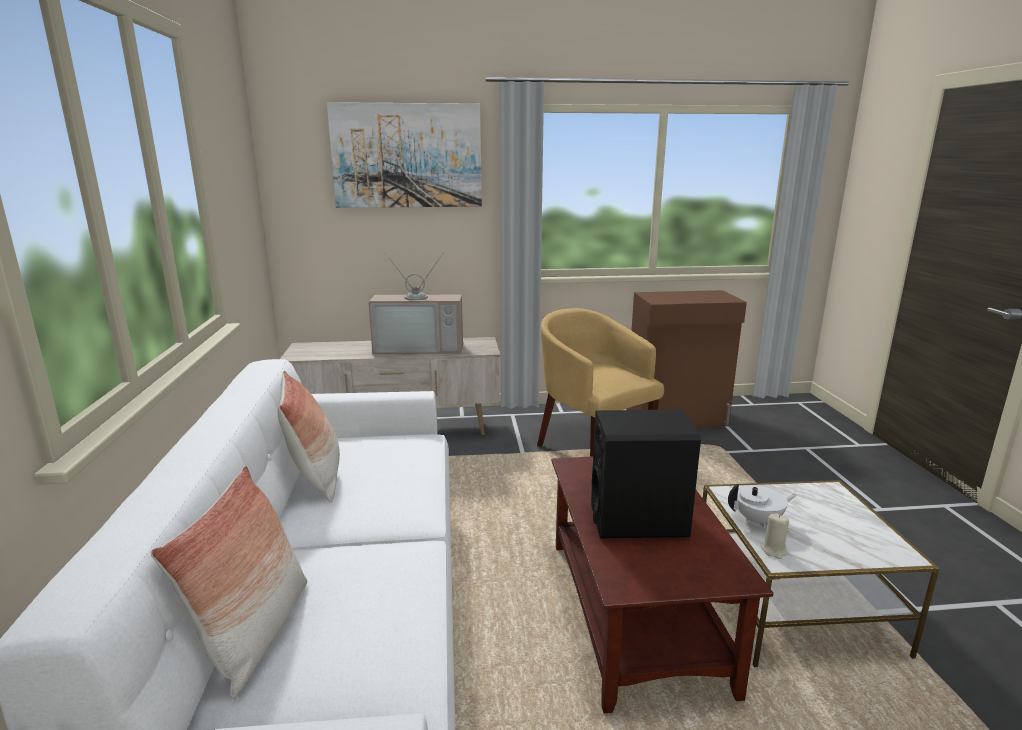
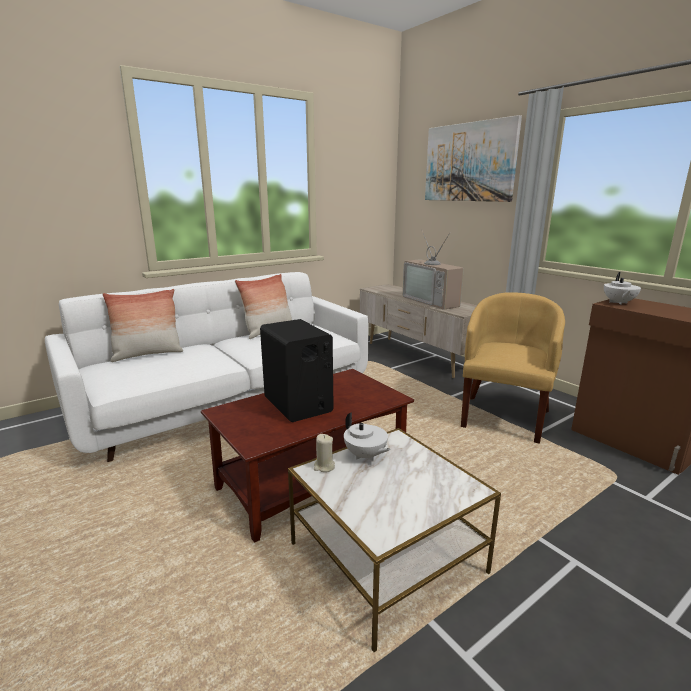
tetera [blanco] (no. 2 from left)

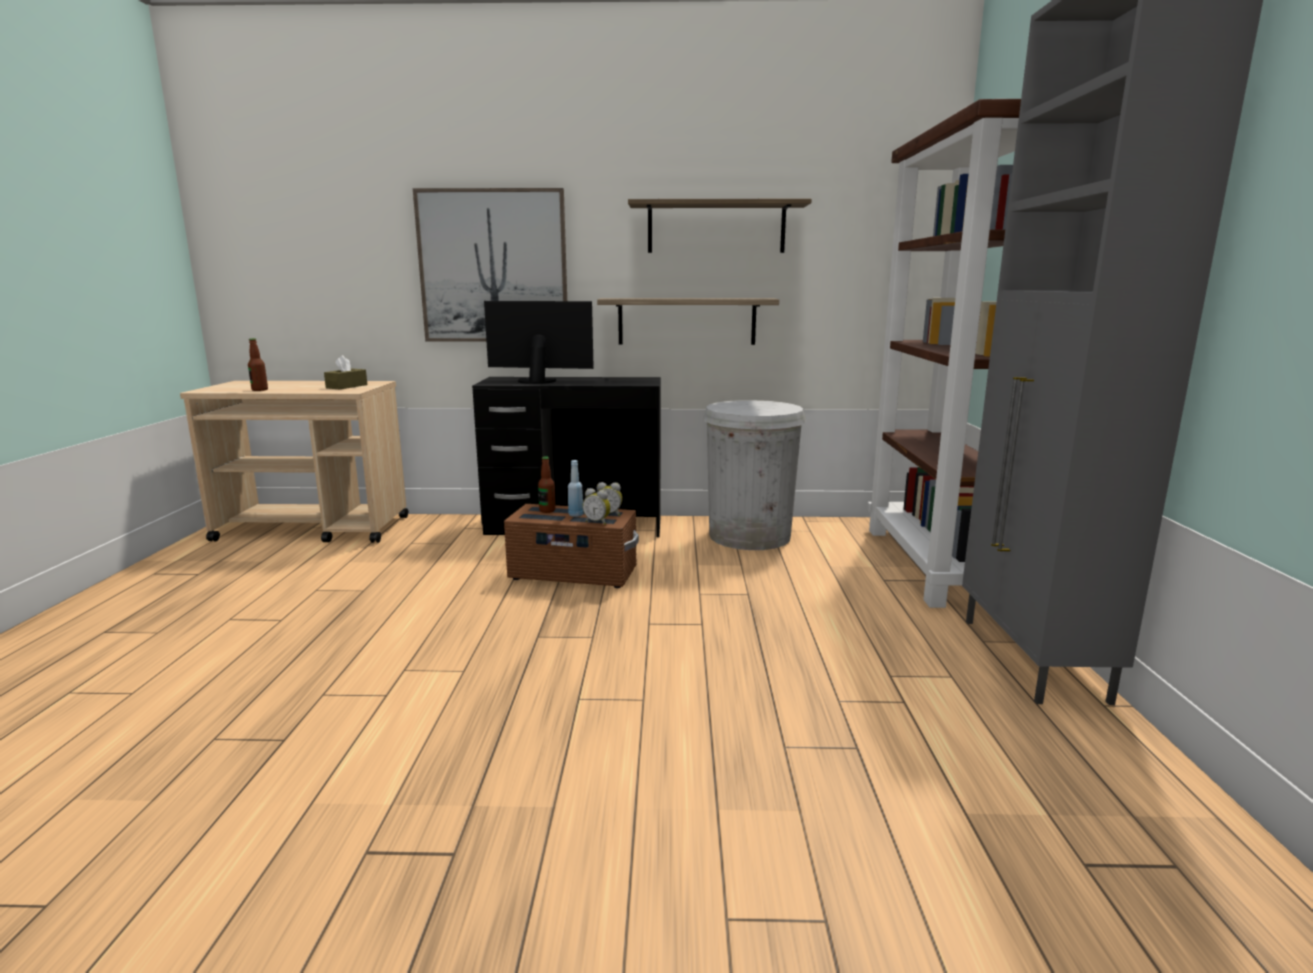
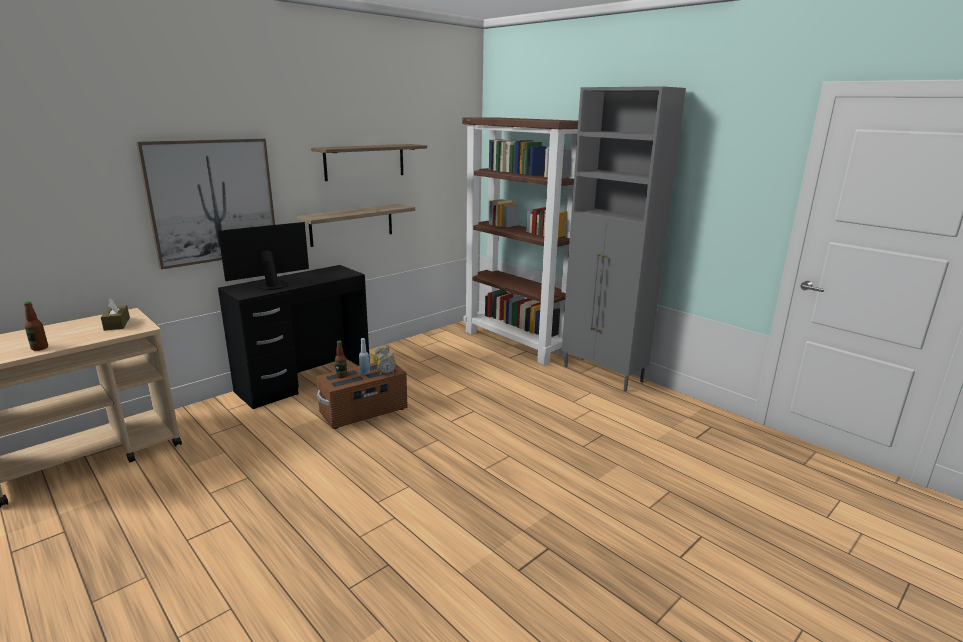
papelera [blanco]

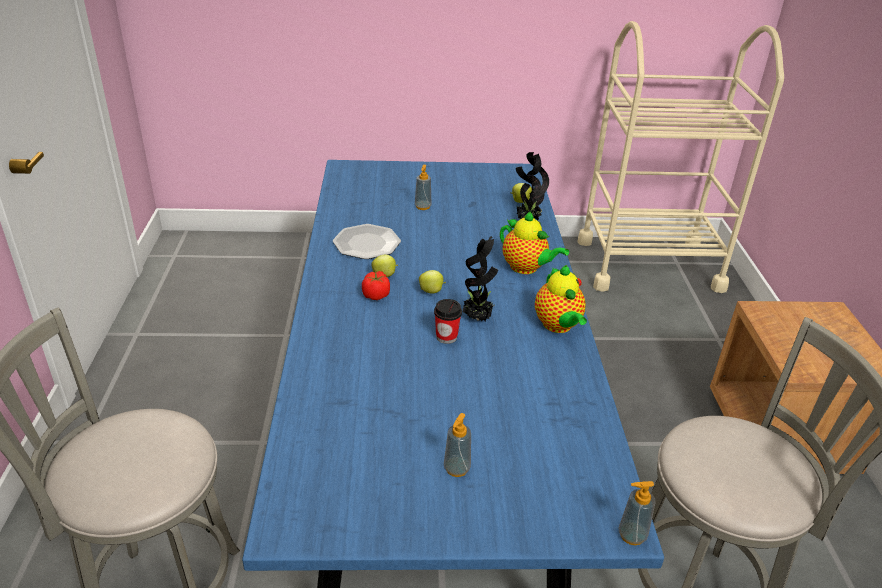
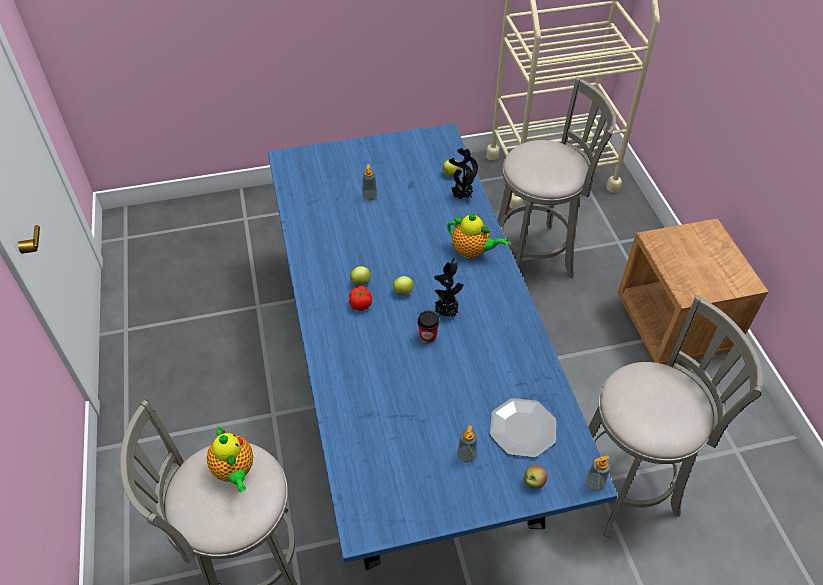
plato
tetera (no. 1 from left)
taburete [gris] (no. 2 from left)
manzana (no. 4 from left)

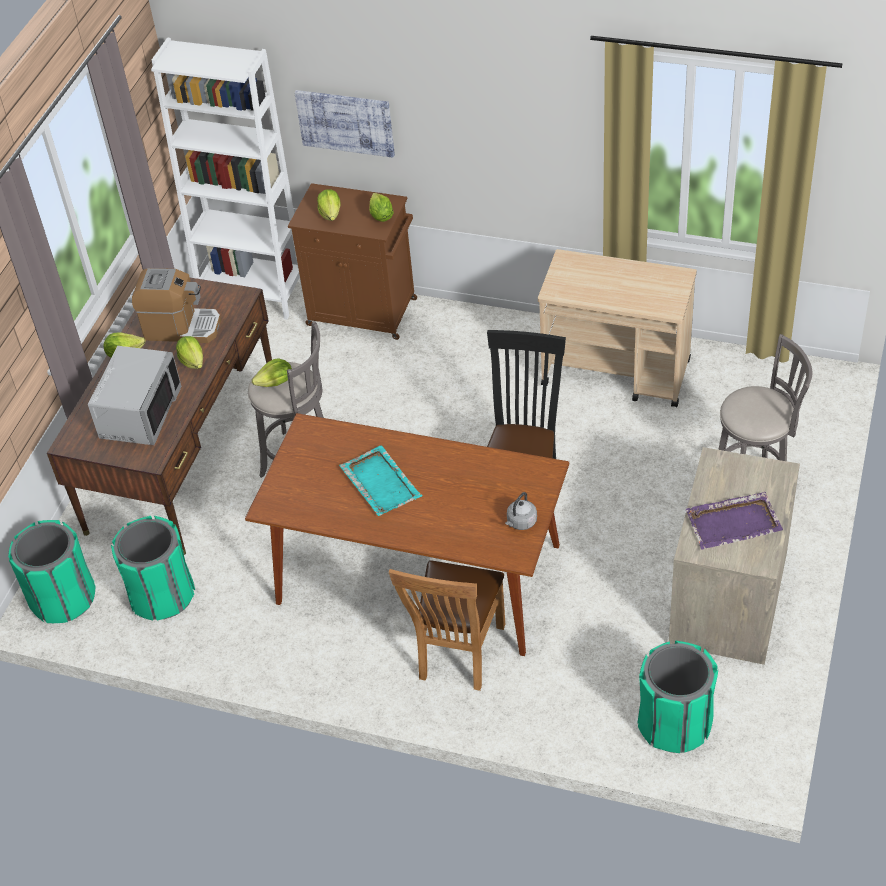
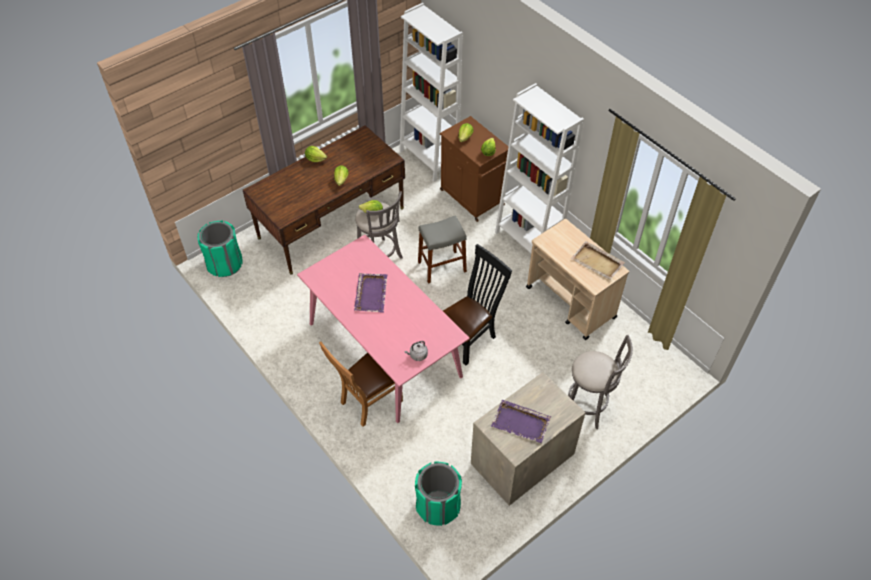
cuadro
cafetera
microondas [gris]
mesa de comedor [rosa]
bandeja [morado] (no. 1 from left)
papelera [verde] (no. 2 from left in the first image)
estantería [blanco] (no. 2 from left)
taburete [gris] (no. 2 from left)
bandeja [beis]

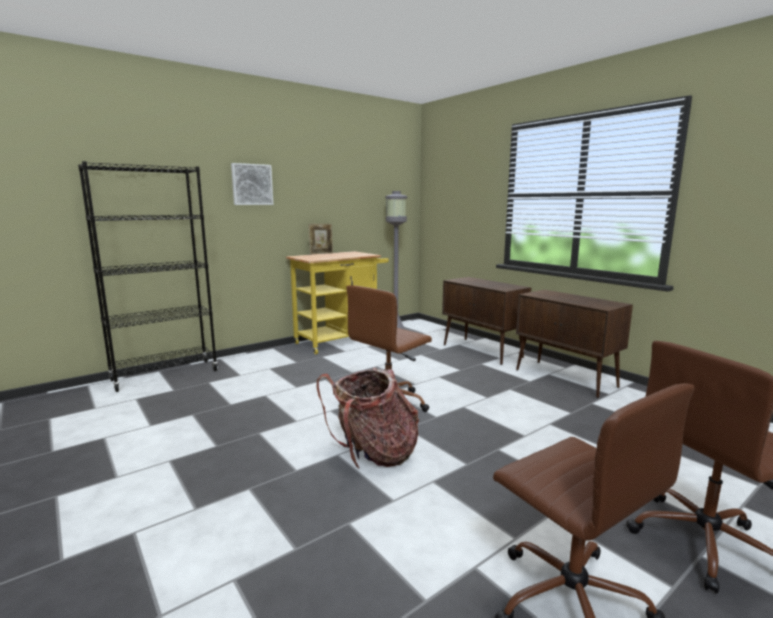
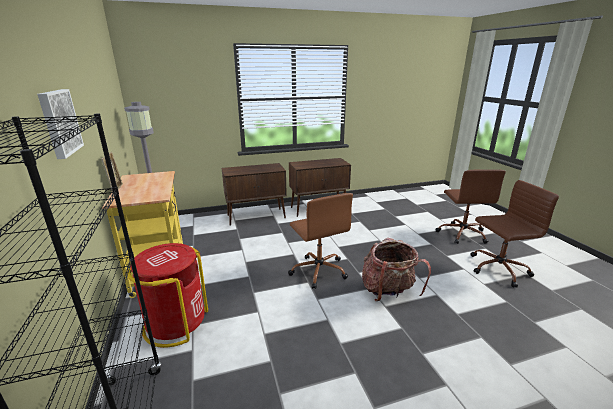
papelera [rojo]

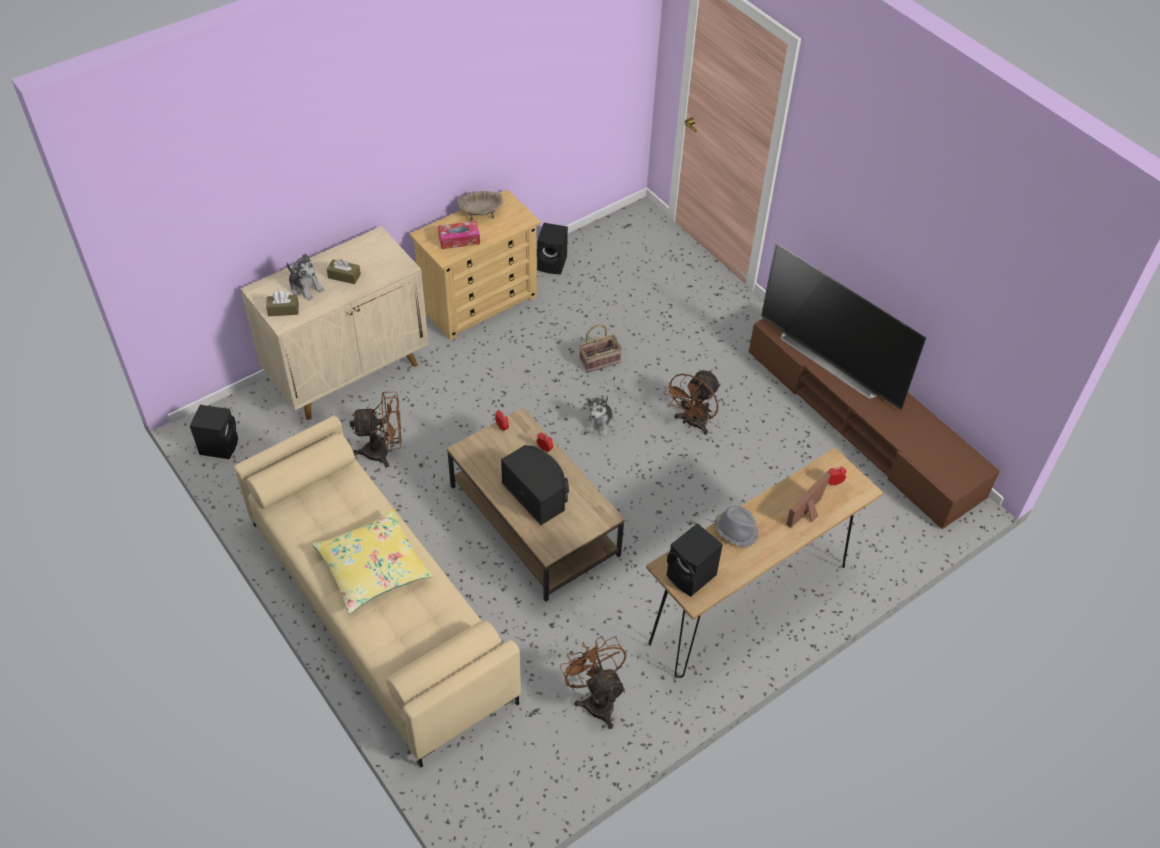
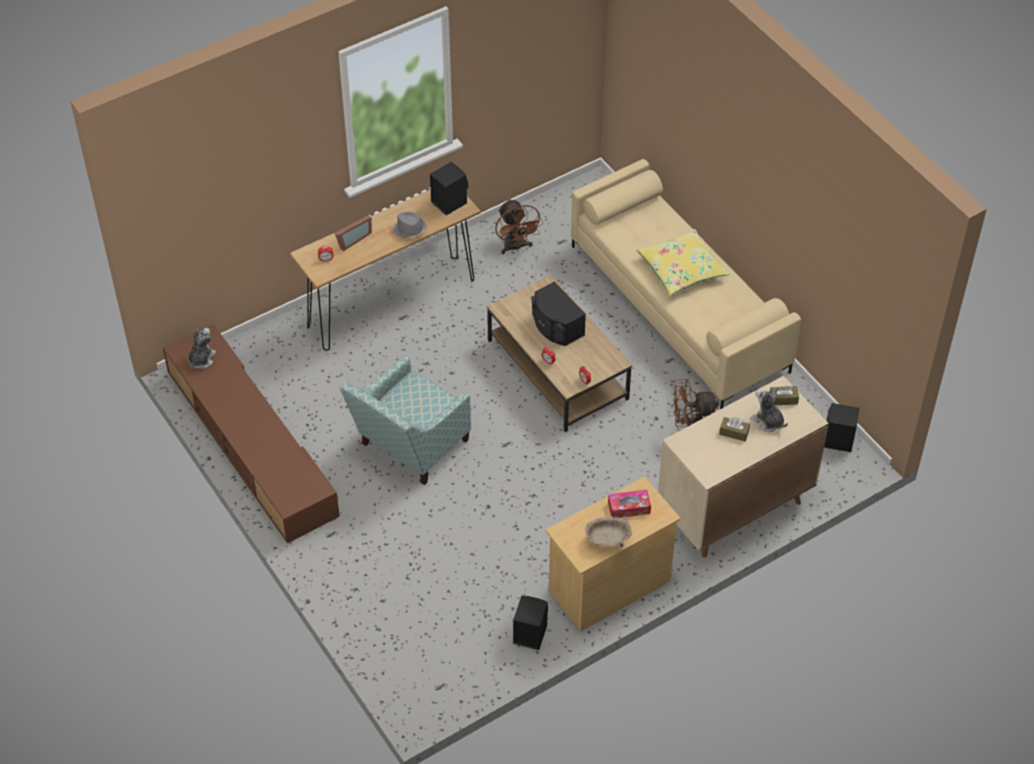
televisor
cesta
sillón
peluche (no. 1 from left)

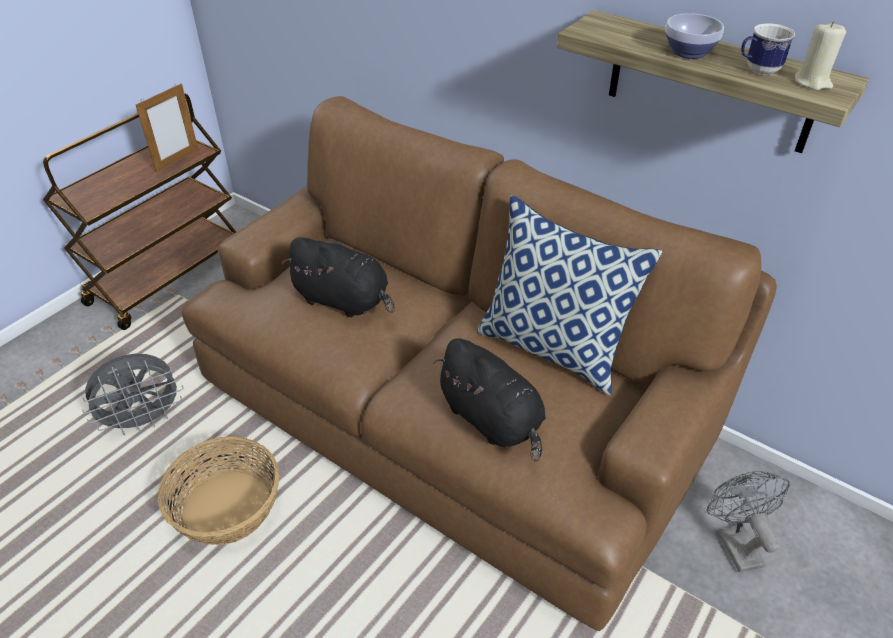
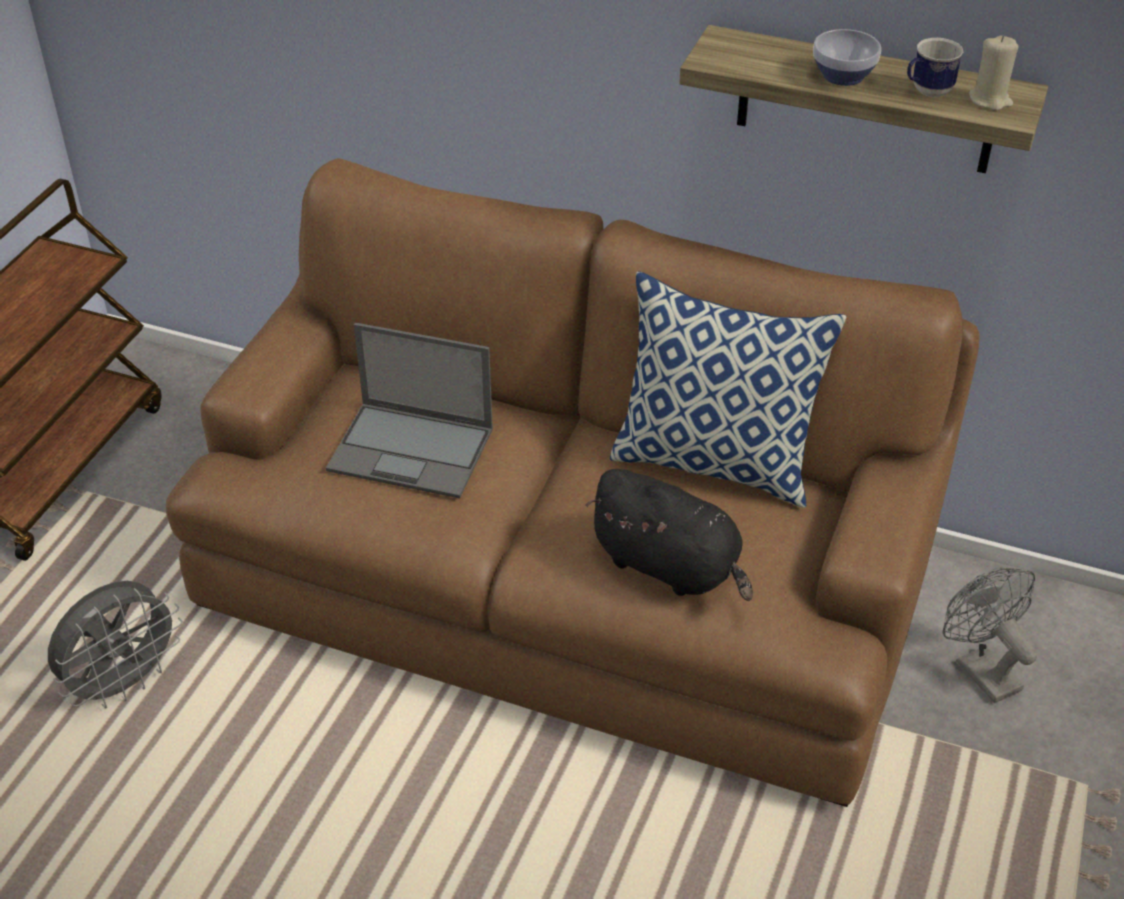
portarretratos
portátil
cesta

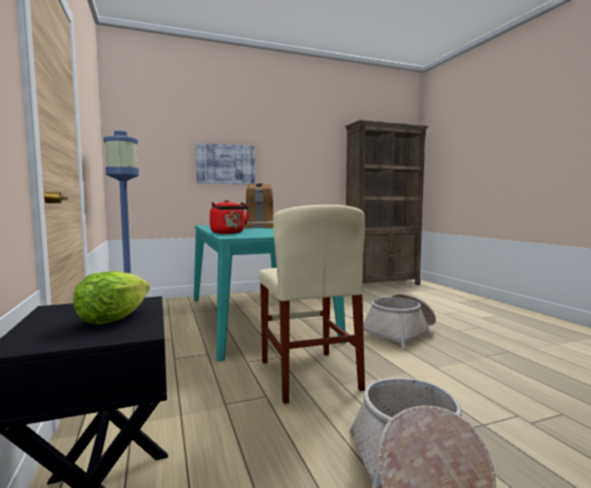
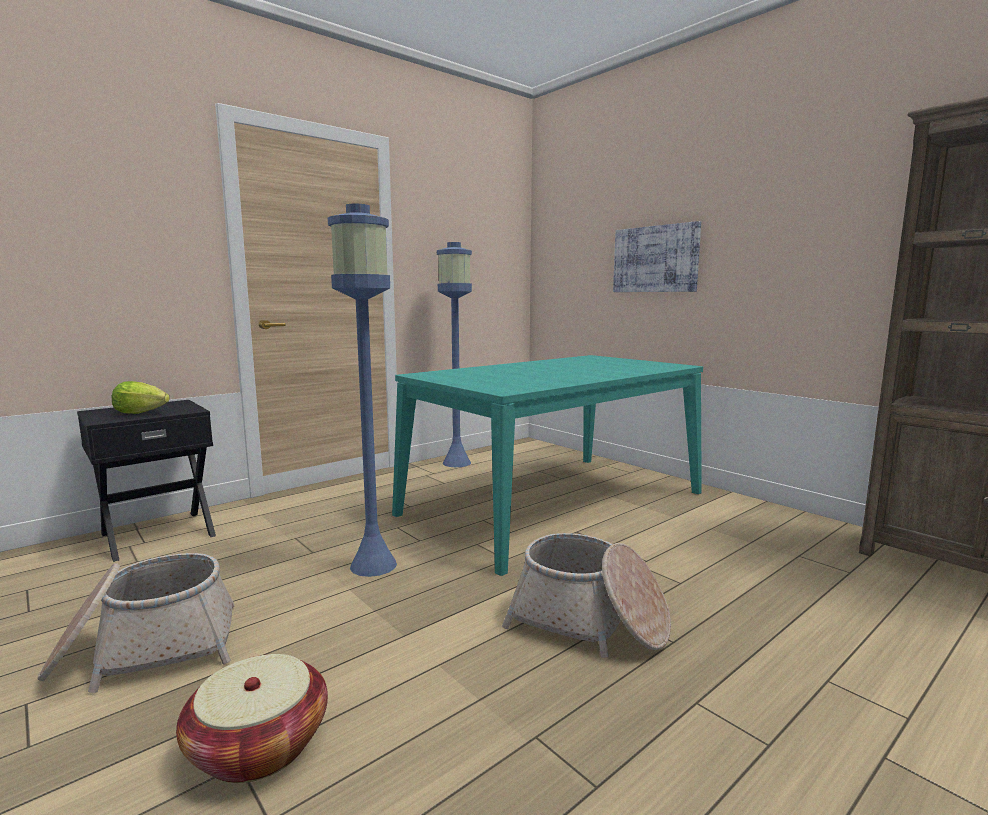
cafetera
hervidor [rojo]
lámpara de pie [azul] (no. 1 from left)
cesta (no. 2 from left)

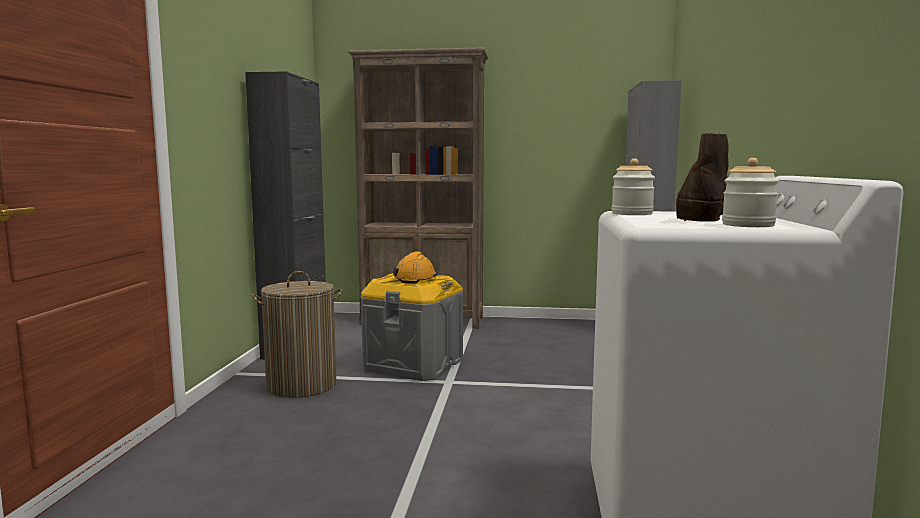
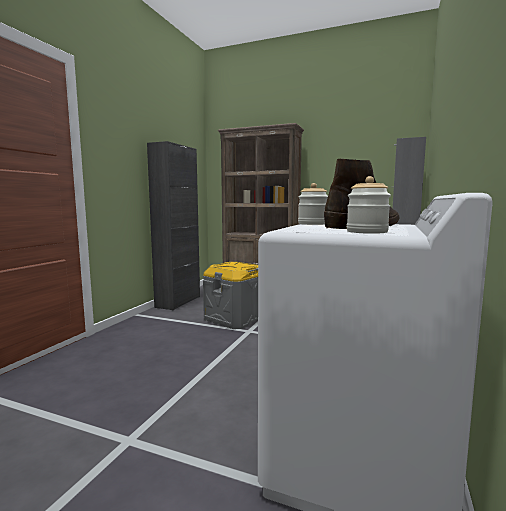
casco [naranja]
cesto de la ropa

